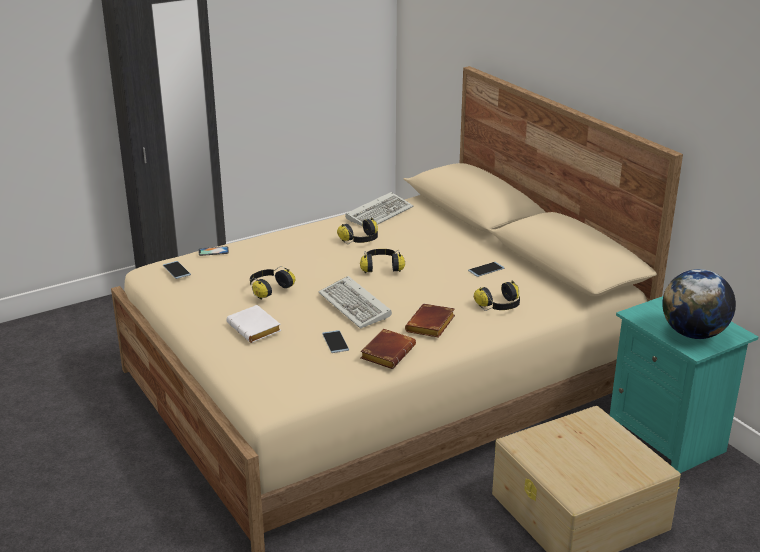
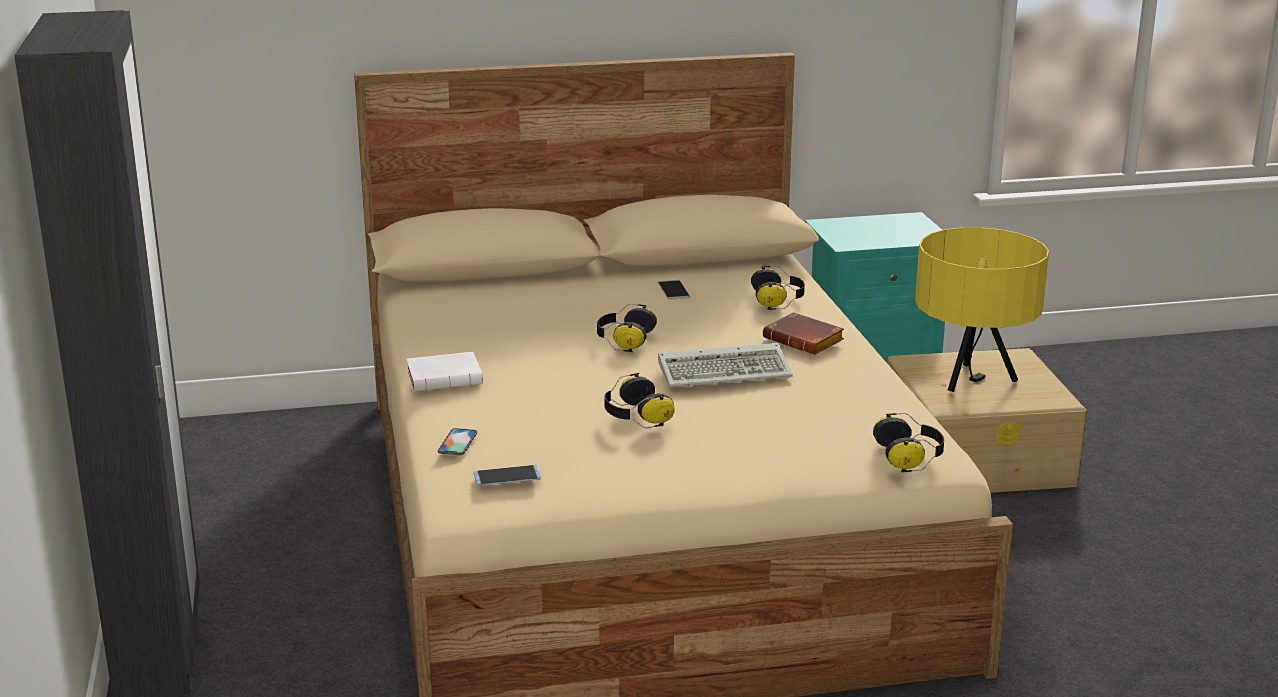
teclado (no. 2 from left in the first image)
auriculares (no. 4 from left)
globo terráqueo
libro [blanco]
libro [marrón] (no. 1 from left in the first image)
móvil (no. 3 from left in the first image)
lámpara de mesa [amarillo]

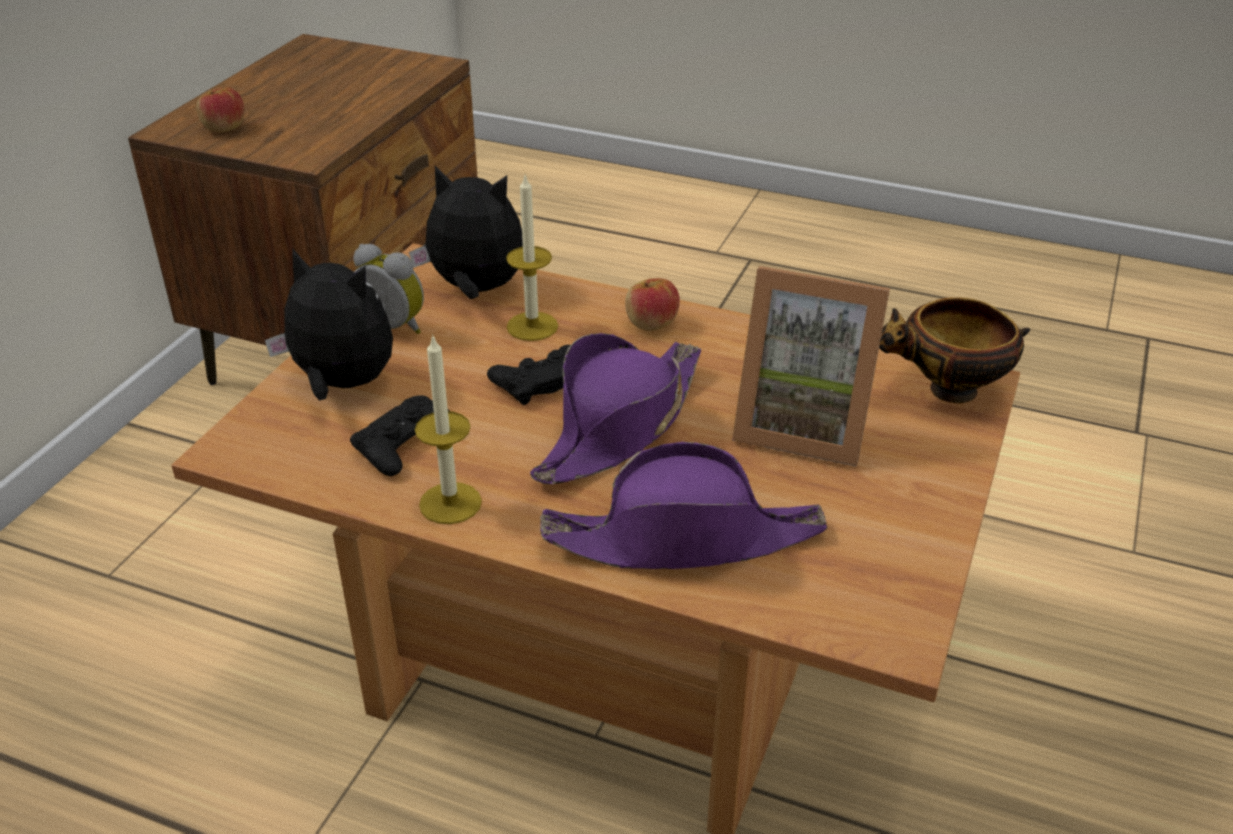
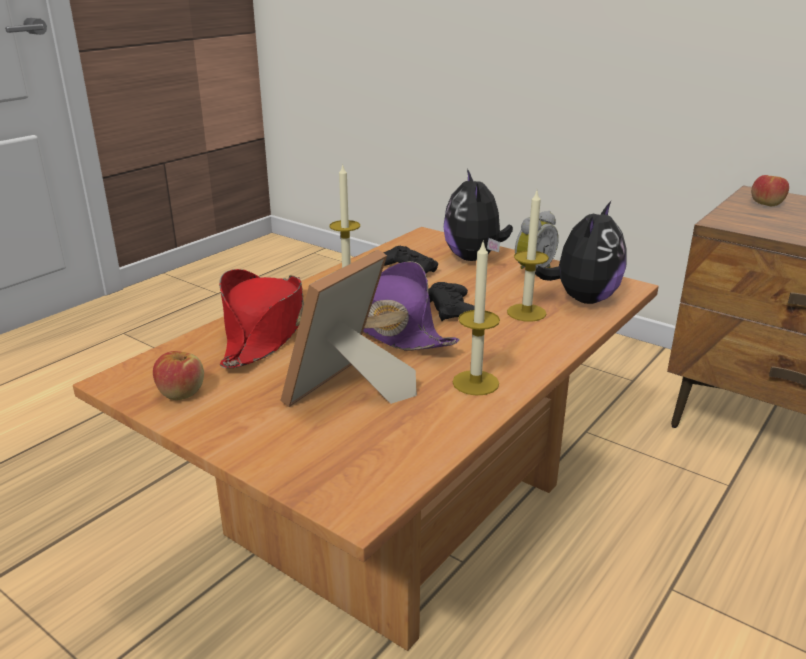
peluche (no. 1 from left)
manzana (no. 1 from left)
cuenco
sombrero [rojo]
vela (no. 2 from left)

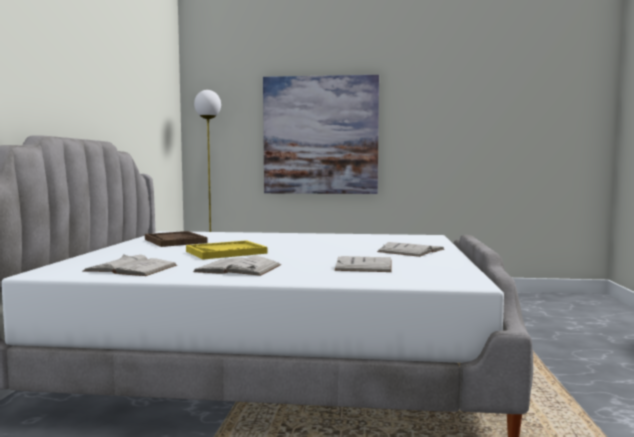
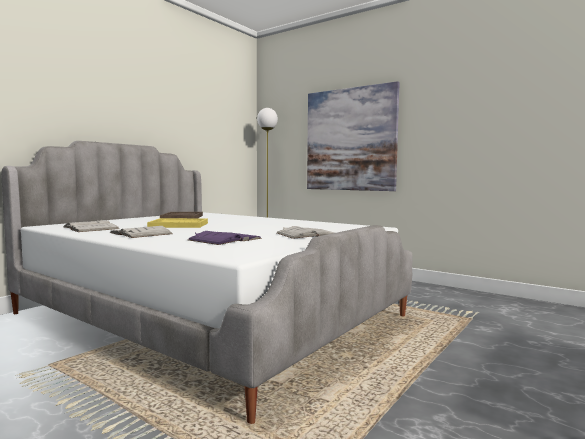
libro [morado]

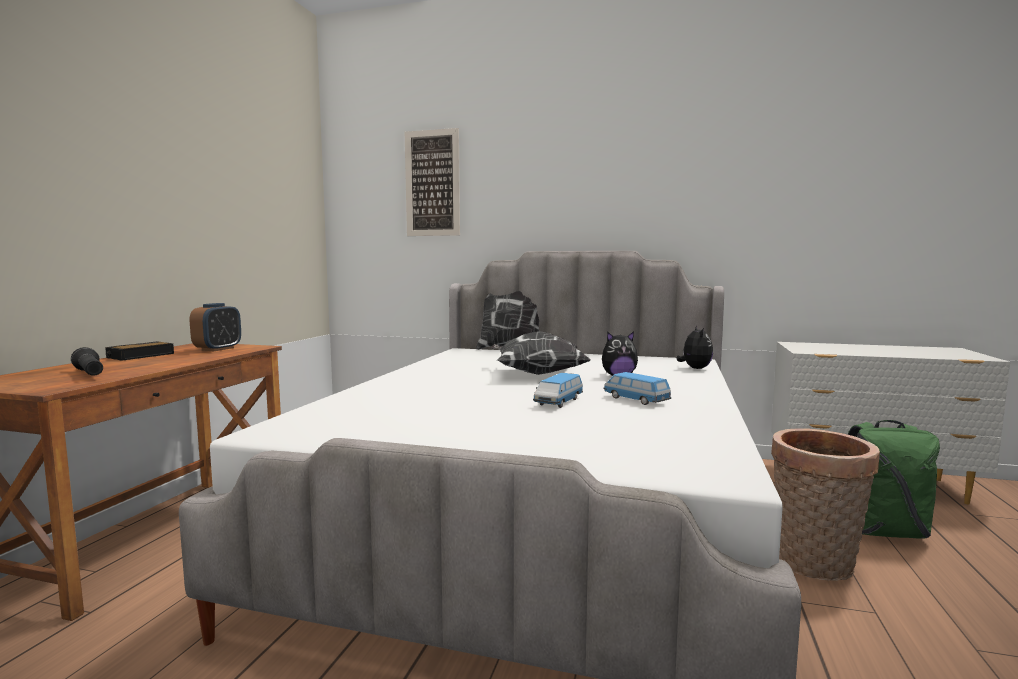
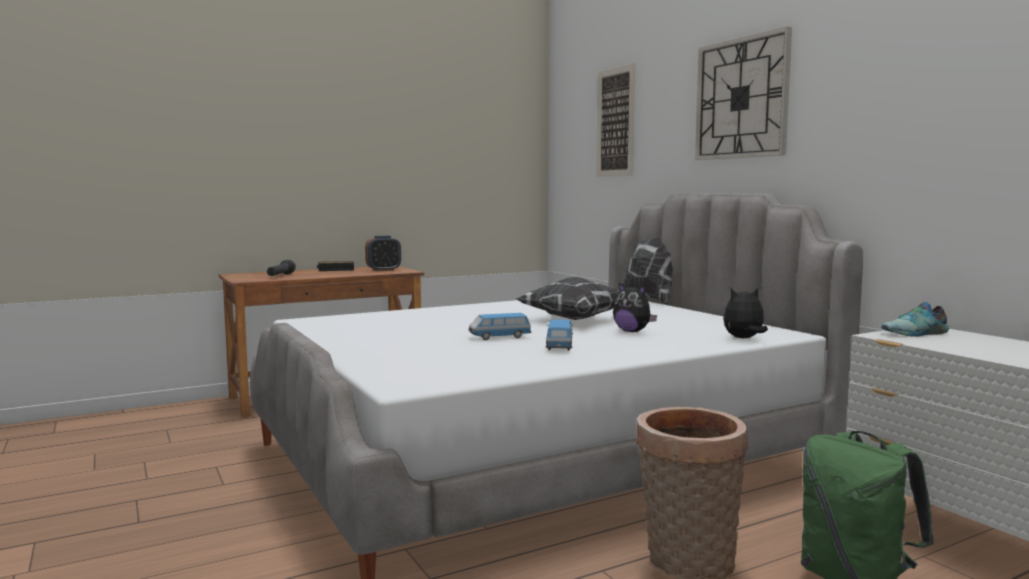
peluche (no. 2 from left)
reloj de pared
zapato

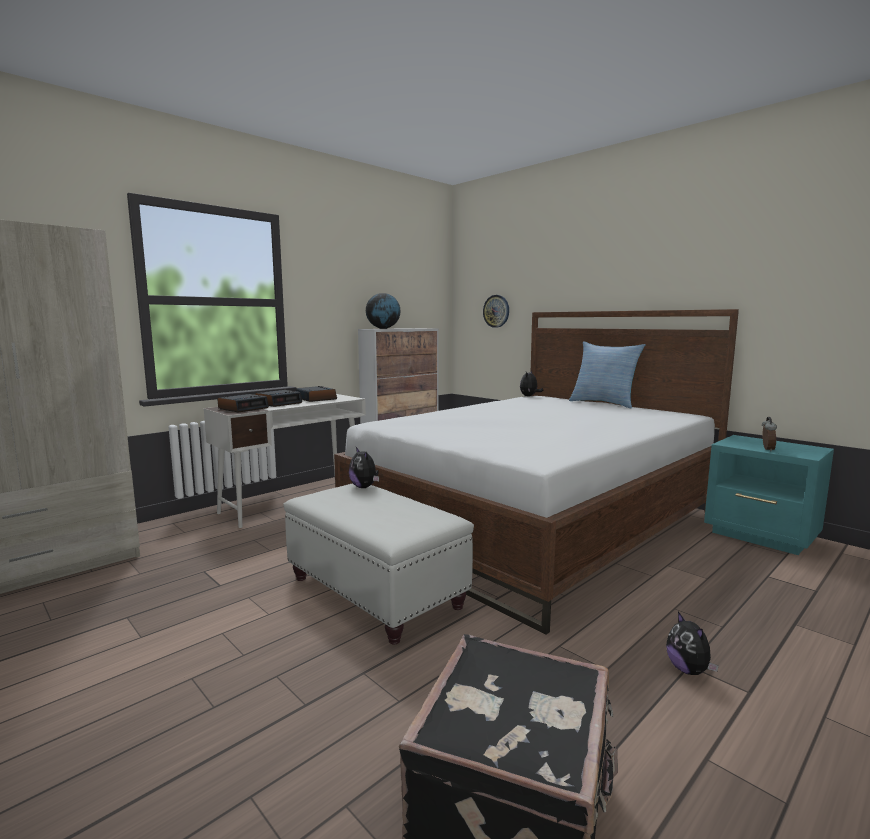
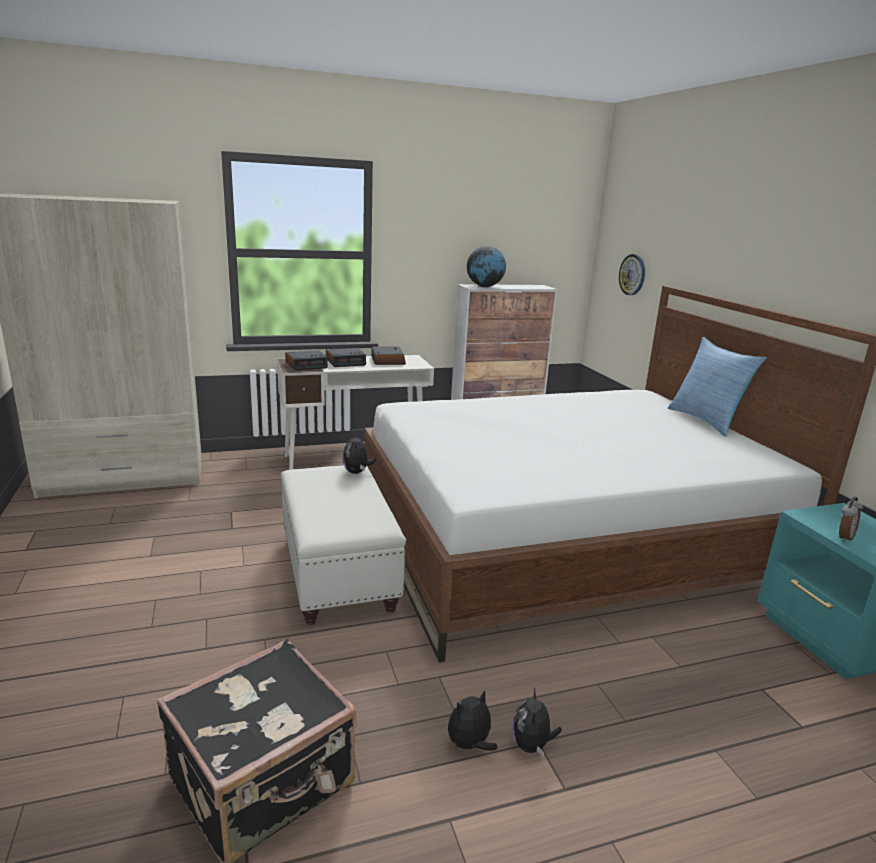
peluche (no. 2 from left)

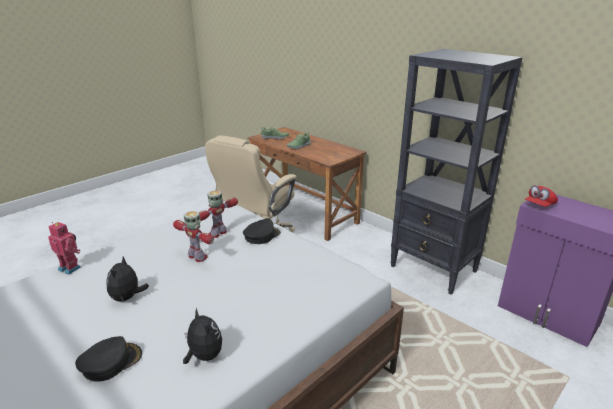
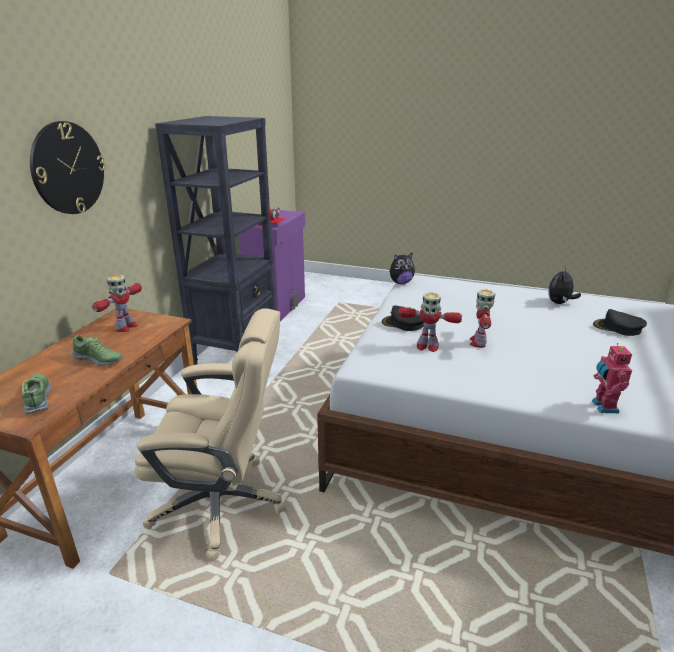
peluche (no. 1 from left)
reloj de pared
robot de juguete (no. 1 from left)

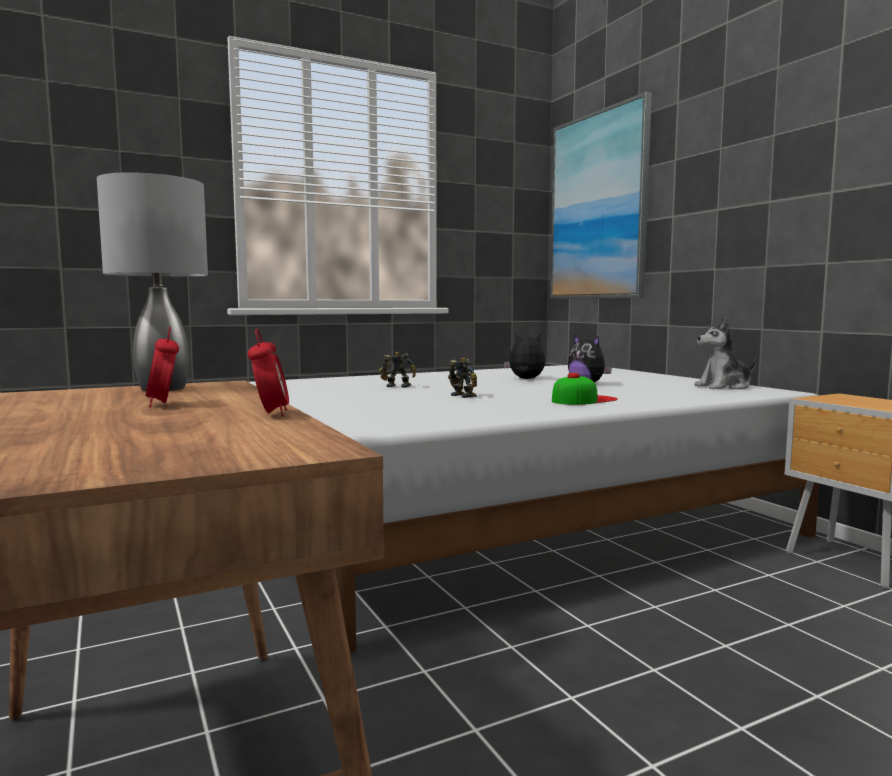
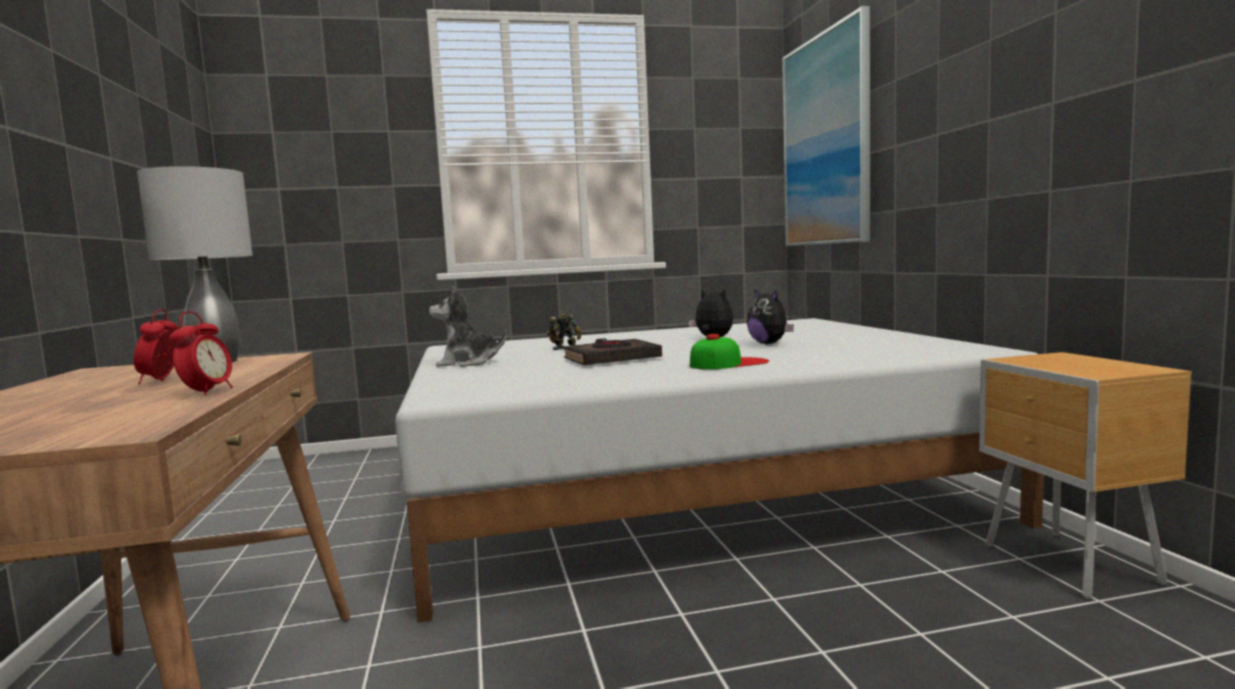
peluche (no. 1 from left)
libro [negro]

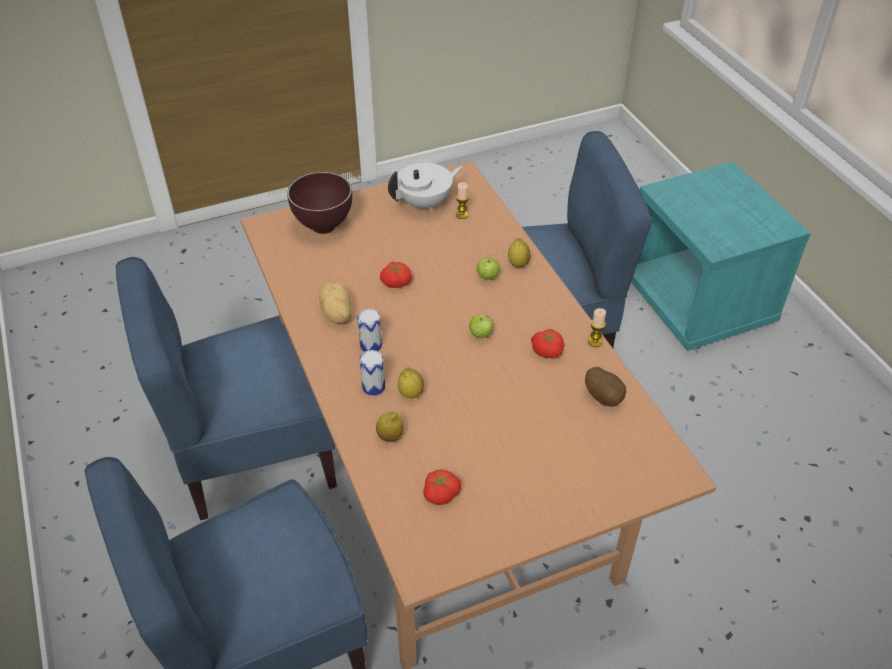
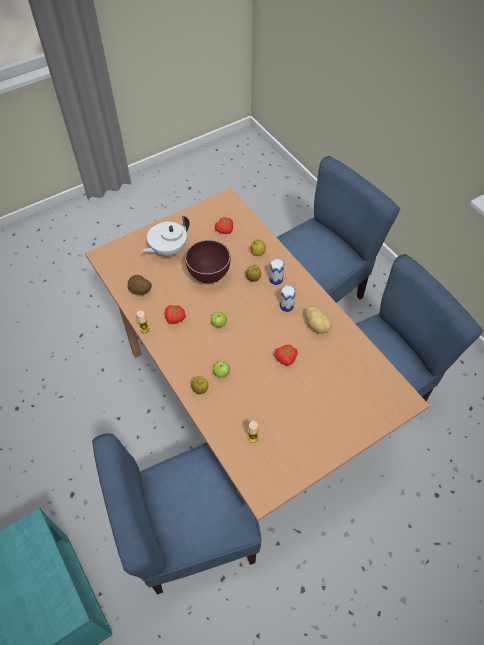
tetera [blanco]
cuenco [marrón]

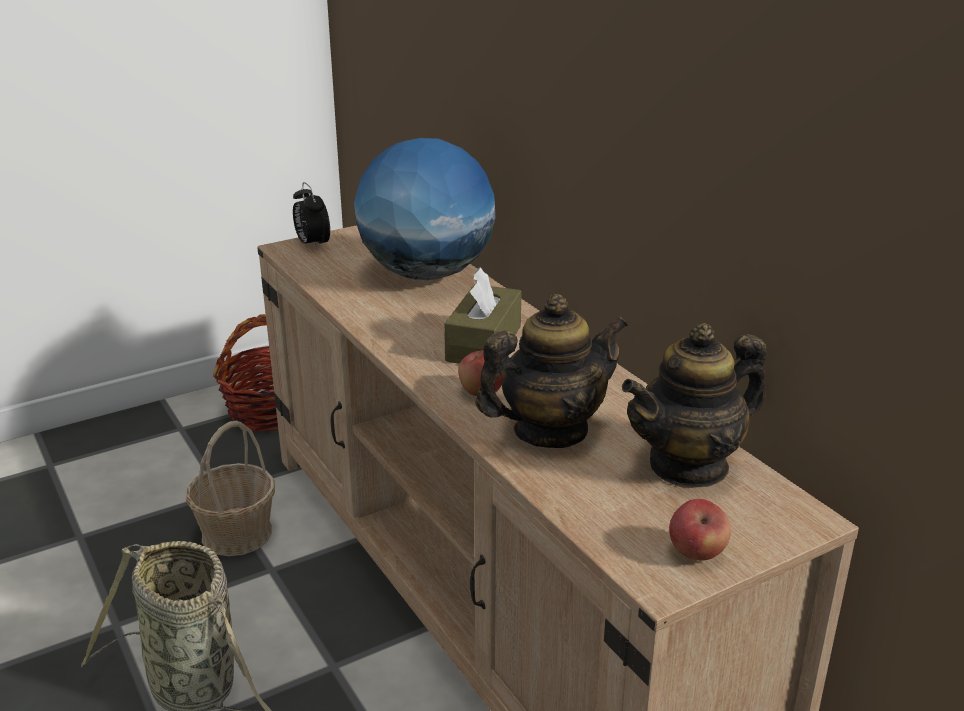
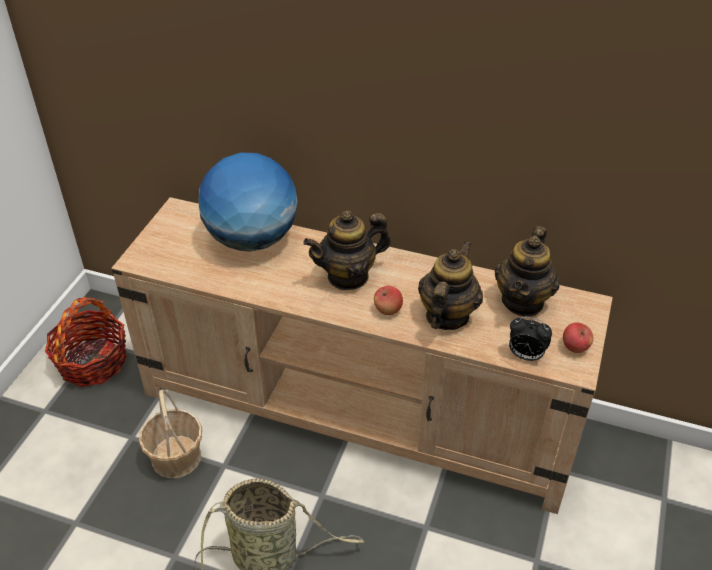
despertador
tetera (no. 1 from left)

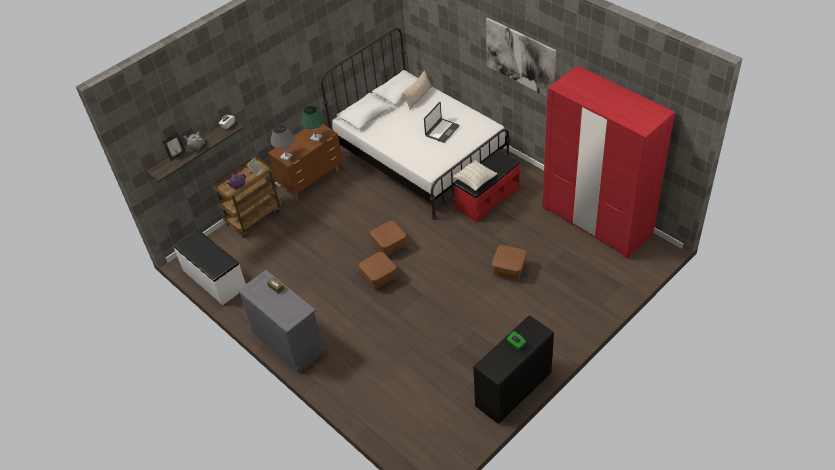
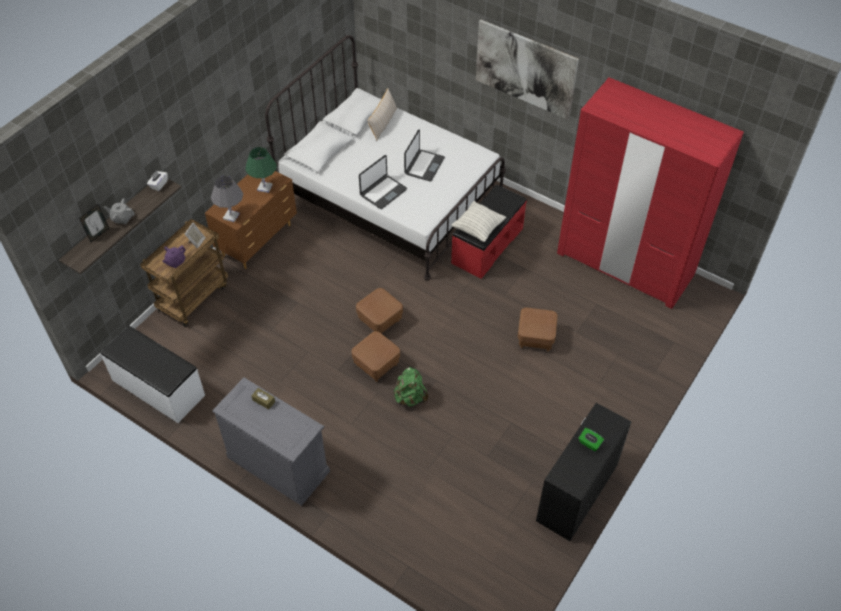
portátil (no. 1 from left)
mochila [verde]

